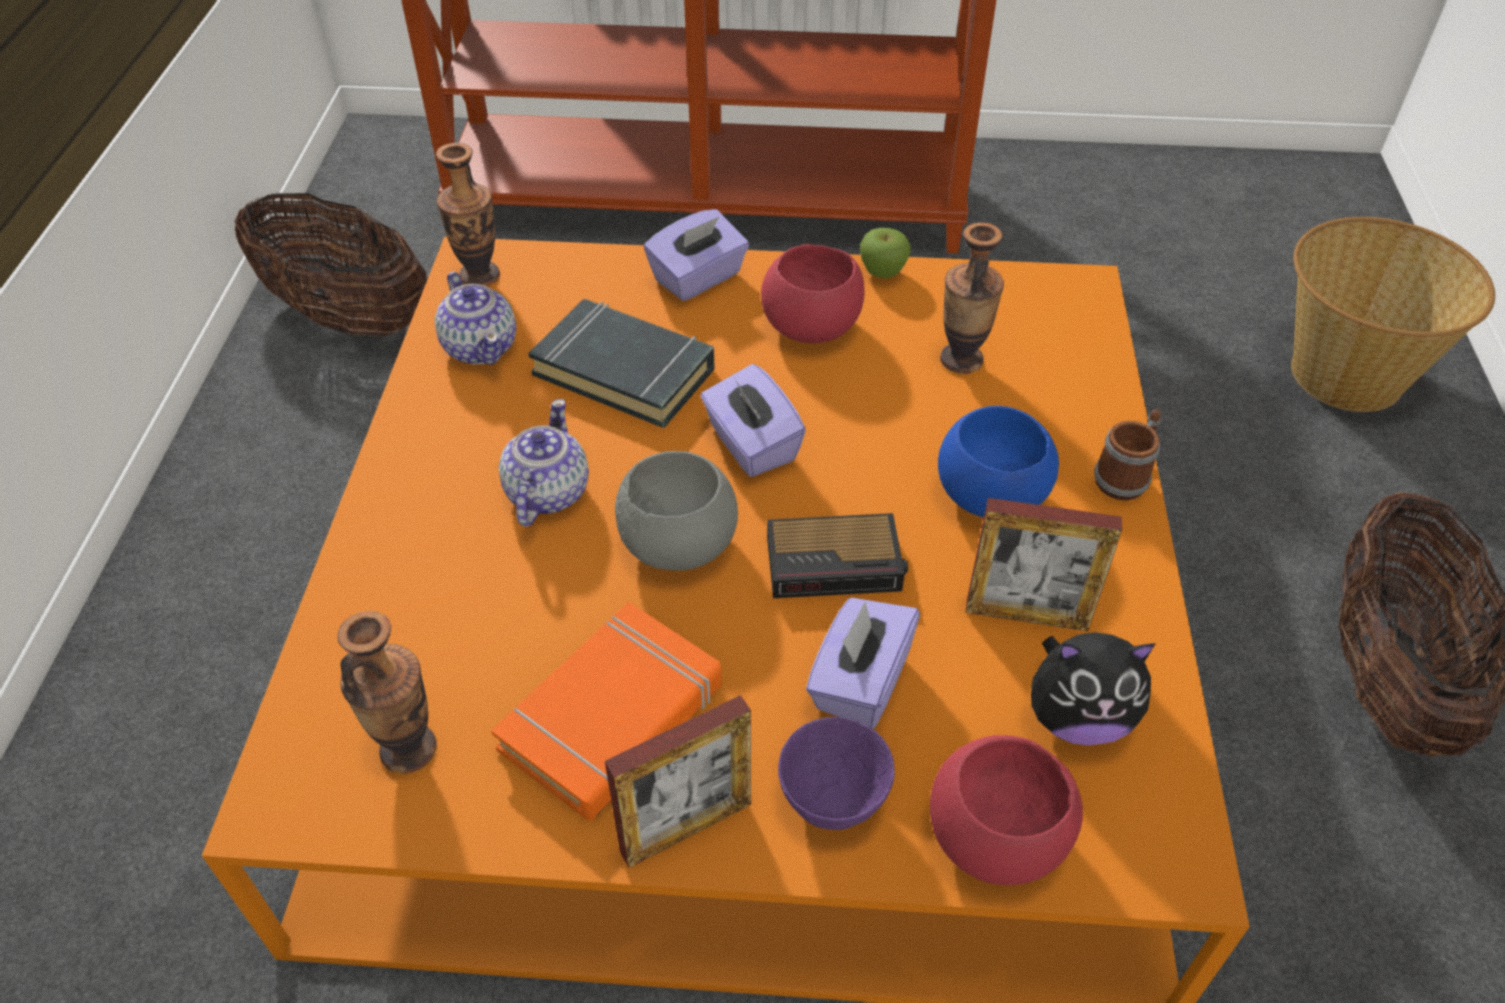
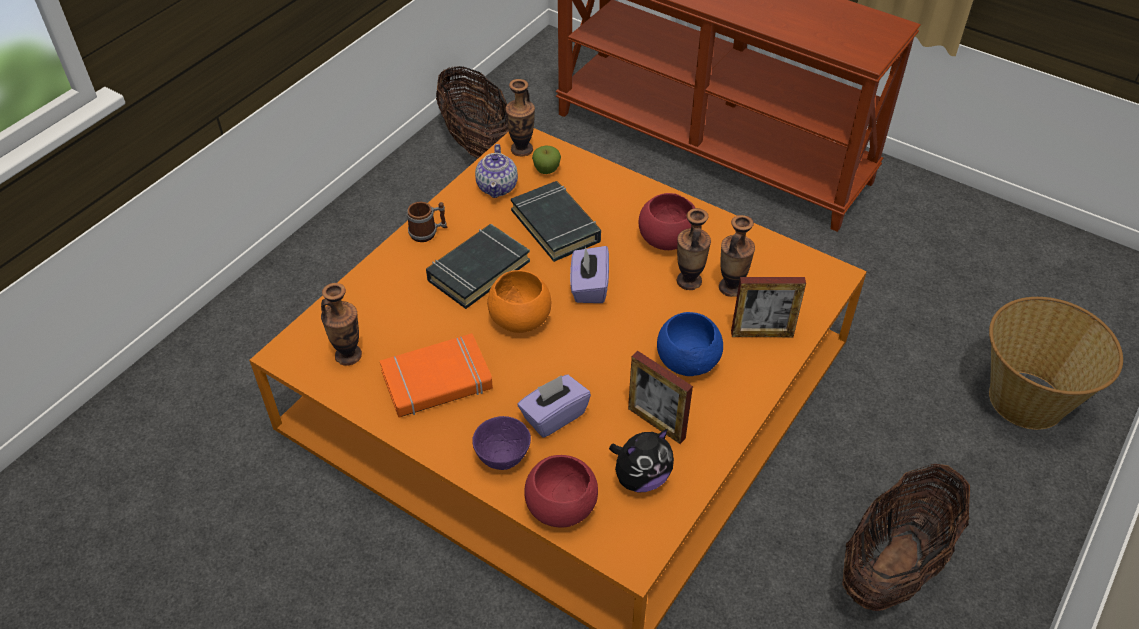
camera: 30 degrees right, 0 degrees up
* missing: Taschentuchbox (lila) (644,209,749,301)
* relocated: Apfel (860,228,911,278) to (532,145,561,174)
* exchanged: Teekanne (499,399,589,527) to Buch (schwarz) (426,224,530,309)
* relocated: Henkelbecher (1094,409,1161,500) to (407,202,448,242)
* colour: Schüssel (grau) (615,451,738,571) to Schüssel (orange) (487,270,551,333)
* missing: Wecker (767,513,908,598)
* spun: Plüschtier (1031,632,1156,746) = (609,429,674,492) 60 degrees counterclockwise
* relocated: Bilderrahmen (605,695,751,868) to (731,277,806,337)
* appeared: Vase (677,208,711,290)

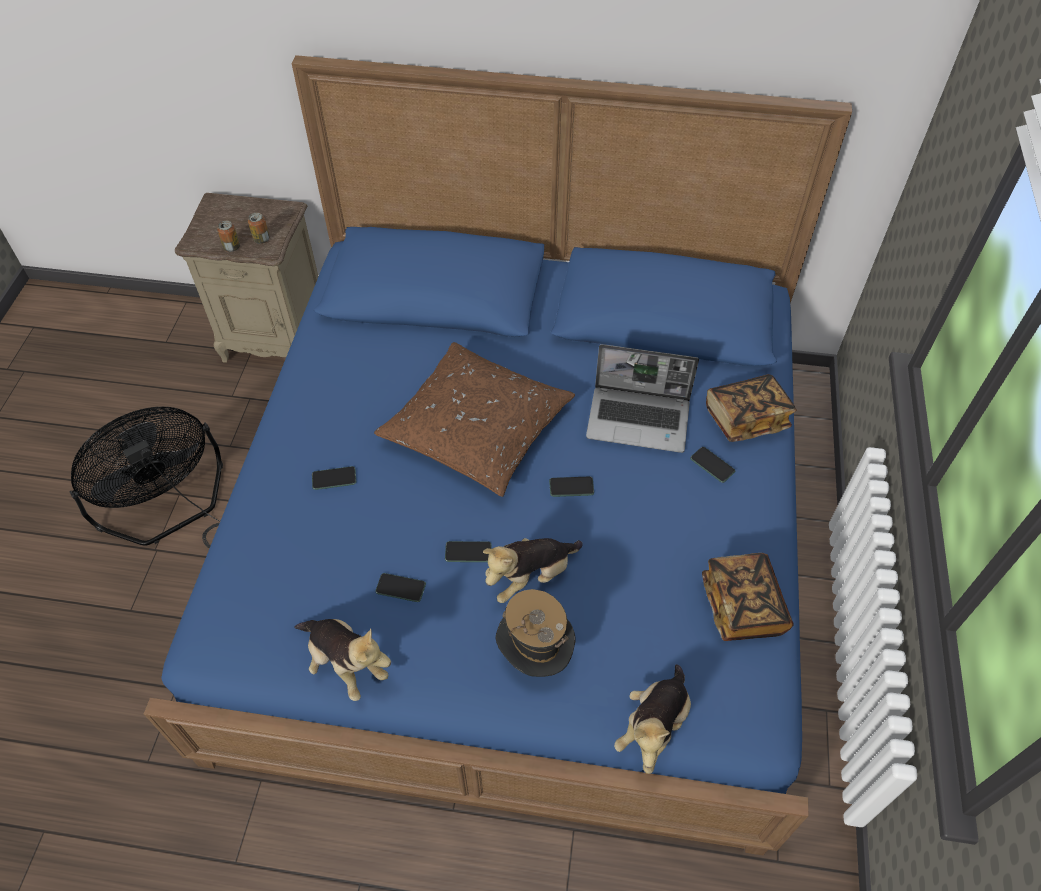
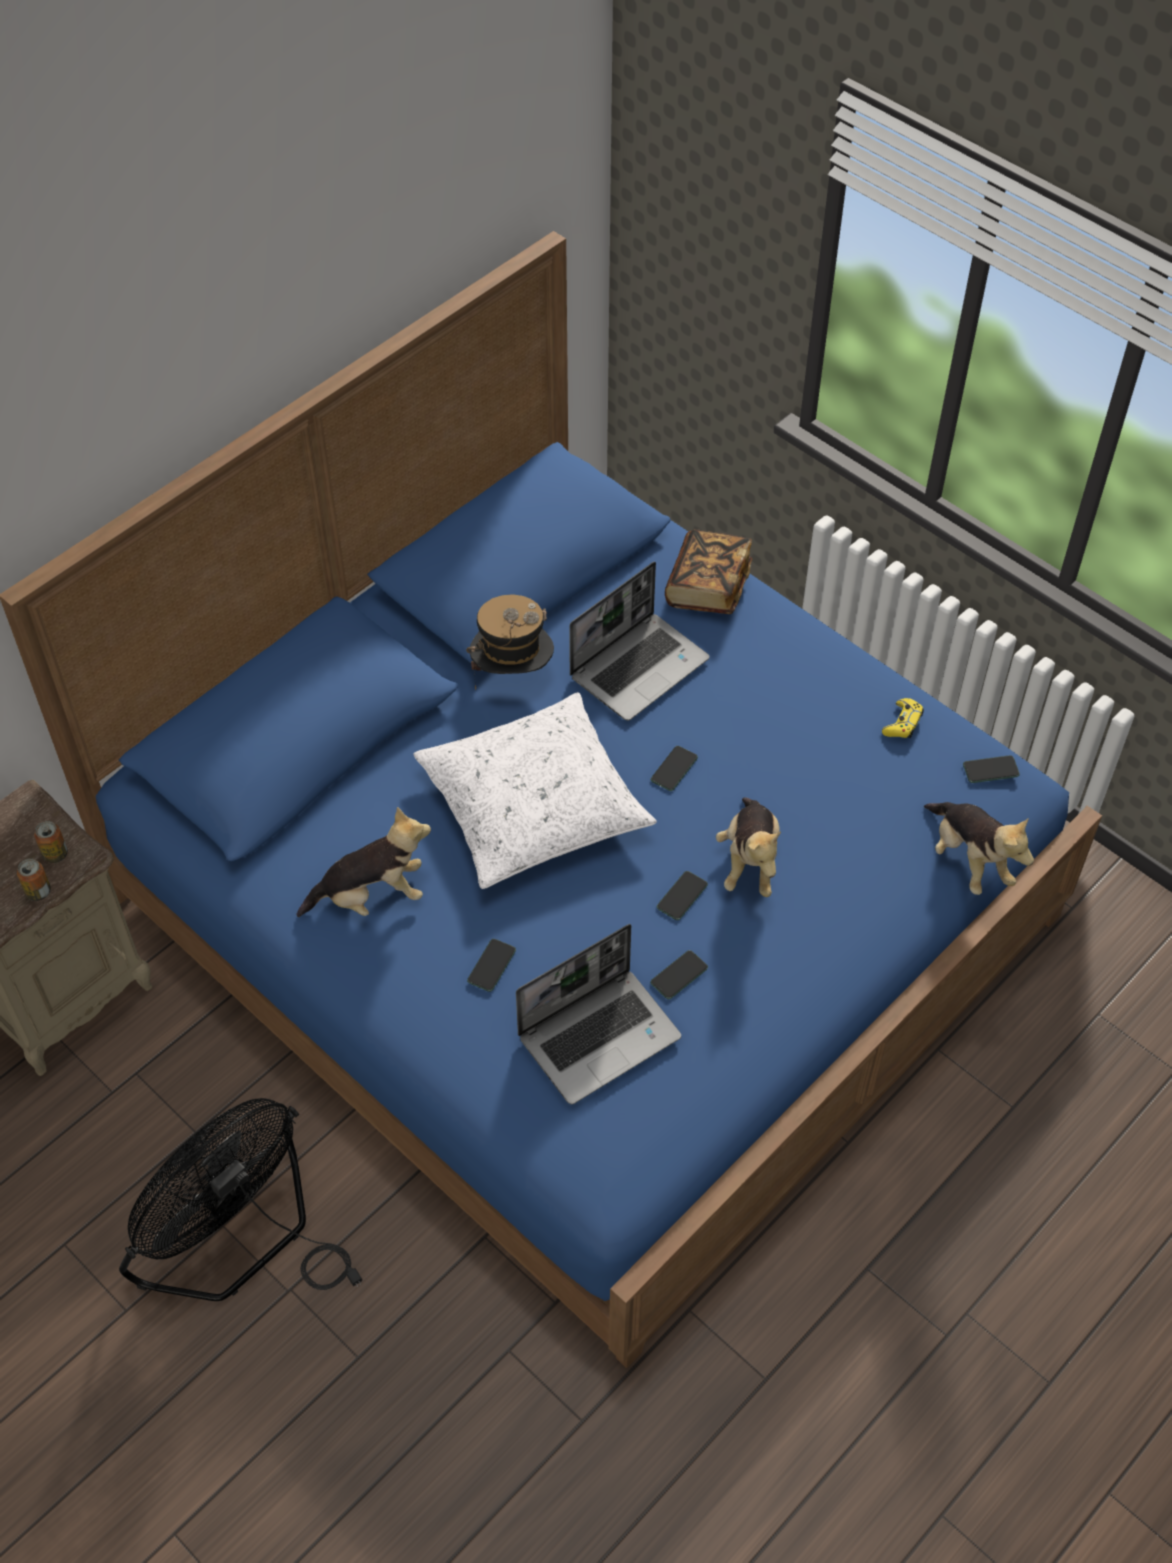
camera: 55 degrees left, 0 degrees up
* colour: Kissen (braun) (374,342,575,497) to Kissen (weiß) (413,692,657,889)
* spun: Ventilator (schwarz) (70,407,223,548) = (119,1098,362,1301) 45 degrees clockwise
* relocated: Handy (690,447,735,483) to (963,755,1020,783)
* exchanged: Buch (702,553,794,641) to Gamepad (gelb) (882,698,924,738)
* relocated: Hut (495,589,576,677) to (466,594,554,690)
* relocated: Plüschtier (294,619,391,701) to (297,807,431,917)
* appeared: Laptop (516,924,681,1104)

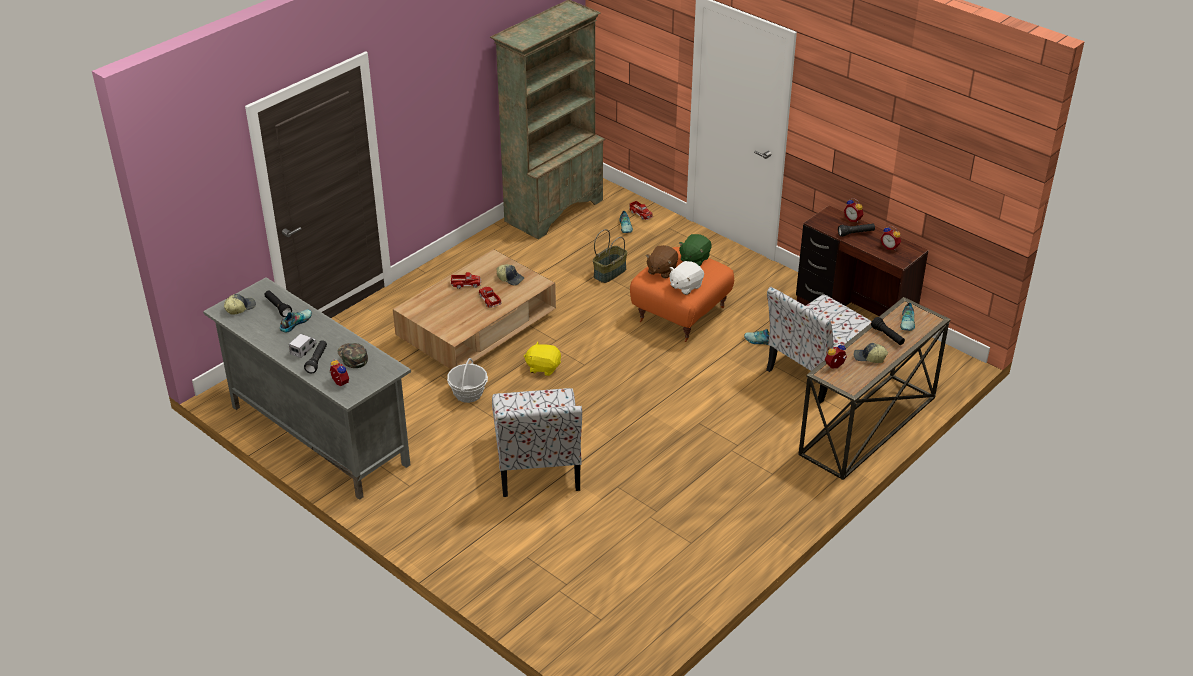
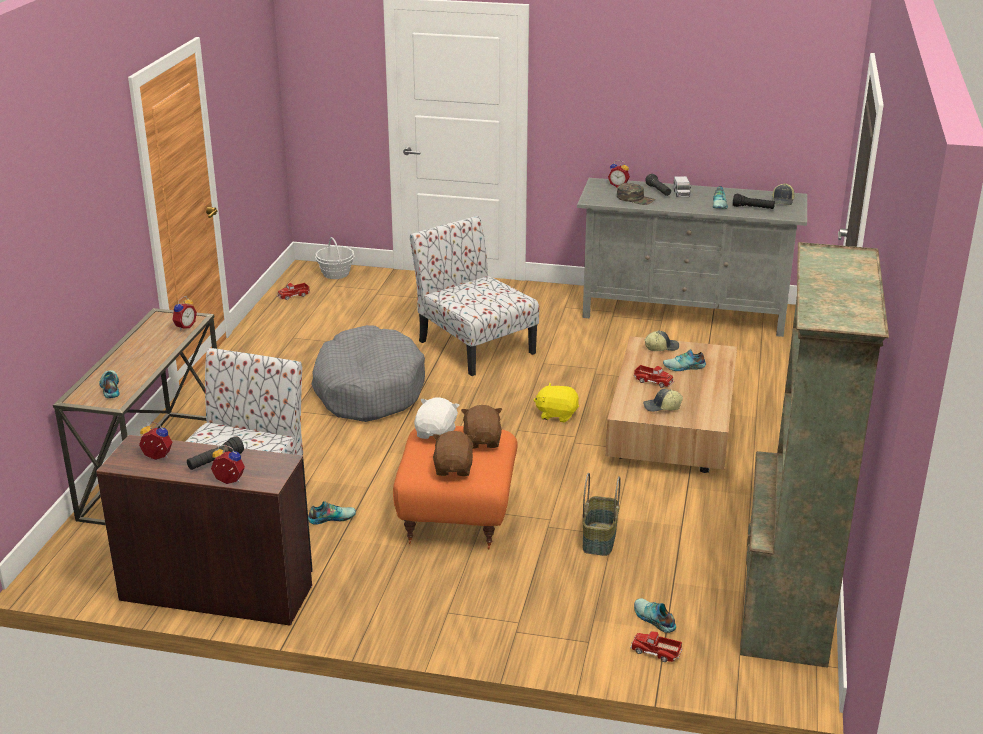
camera: 150 degrees right, 10 degrees down
* colour: Plüschtier (grün) (679,234,711,266) to Plüschtier (braun) (433,431,476,476)
* relocated: Spielzeuglaster (451,272,481,289) to (277,283,310,300)
* missing: Taschenlampe (schwarz) (871,317,905,345)
* spun: Plüschtier (gelb) (524,341,561,376) = (533,383,579,423) 150 degrees counterclockwise
* relocated: Kappe (854,343,888,363) to (645,330,679,351)
* relocated: Korb (447,358,488,403) to (315,237,354,279)
* appeared: Hundebett (grau) (312,325,425,422)
* appeared: Schuh (663,349,706,371)

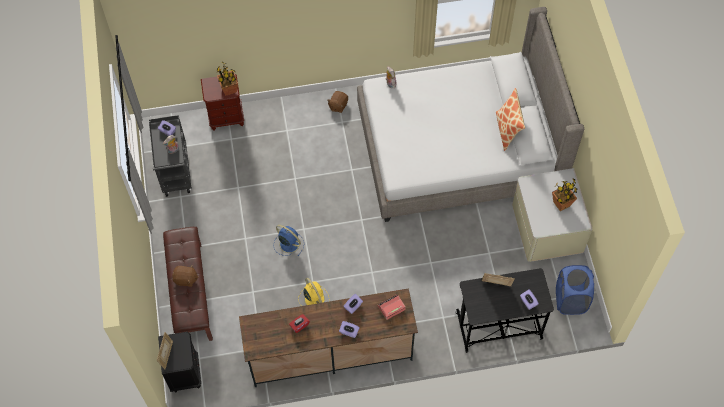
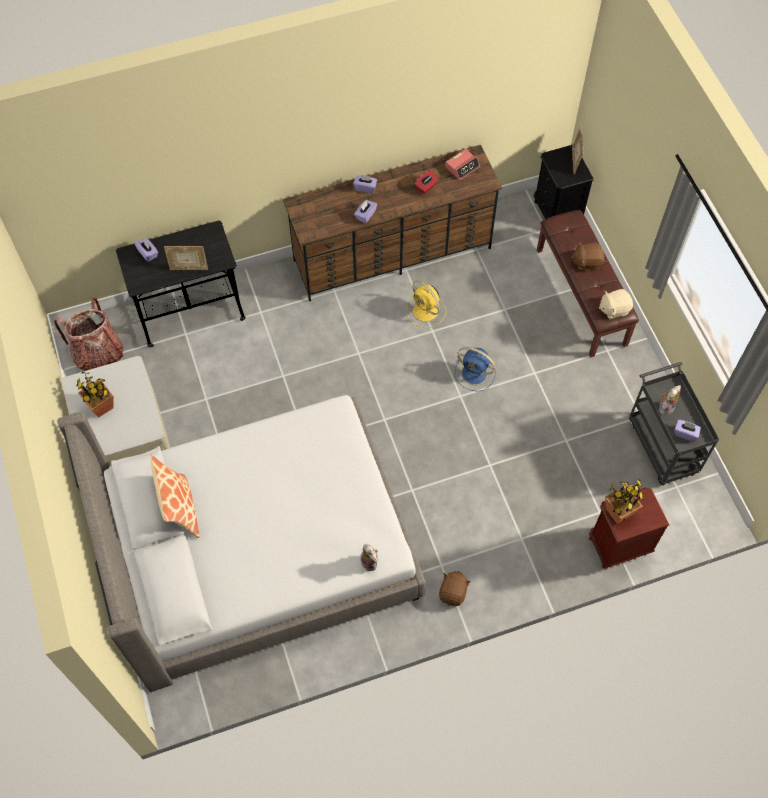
camera: 170 degrees right, 0 degrees up
* exchanged: Wäschekorb (blau) (556,265,594,315) to Rucksack (54,298,124,371)
* relocated: Wecker (377,295,406,320) to (445,149,480,180)
* appeared: Plüschtier (beige) (599,289,633,319)

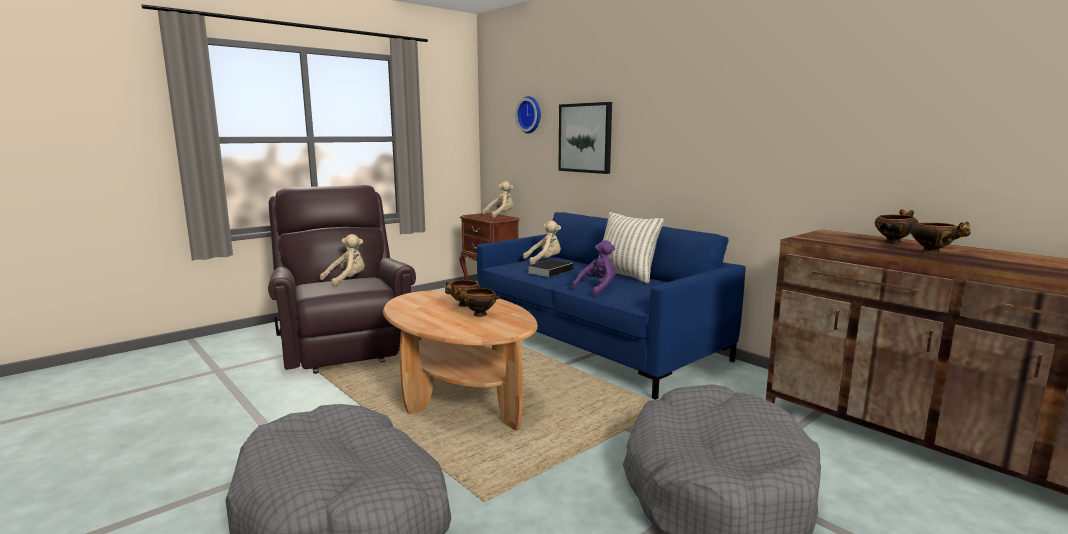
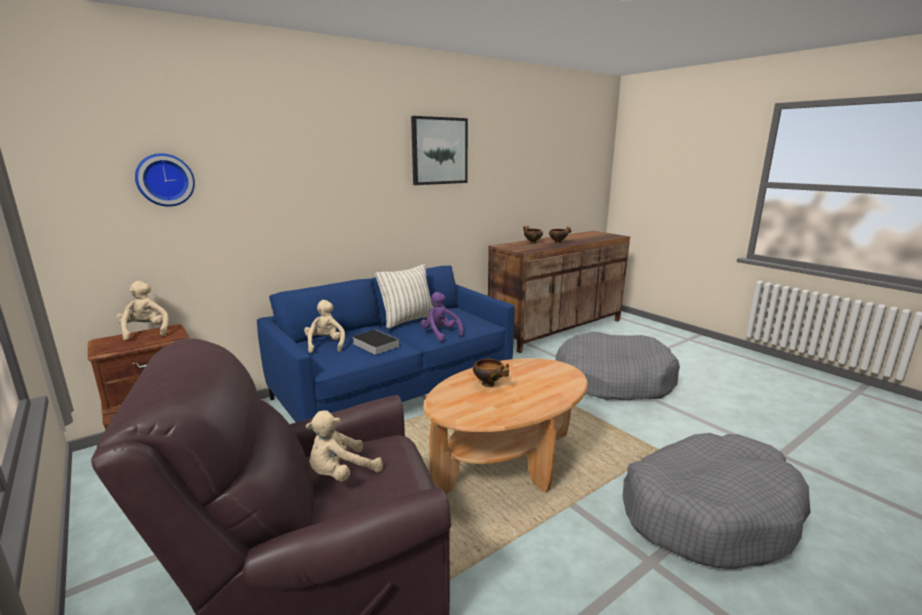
camera: 85 degrees left, 5 degrees up
* relocated: Bild (558,102,612,174) to (411,116,468,185)
* spun: Plüschtier (beige) (320,234,365,287) = (305,411,383,481) 90 degrees counterclockwise
* missing: Schüssel (453,286,500,317)

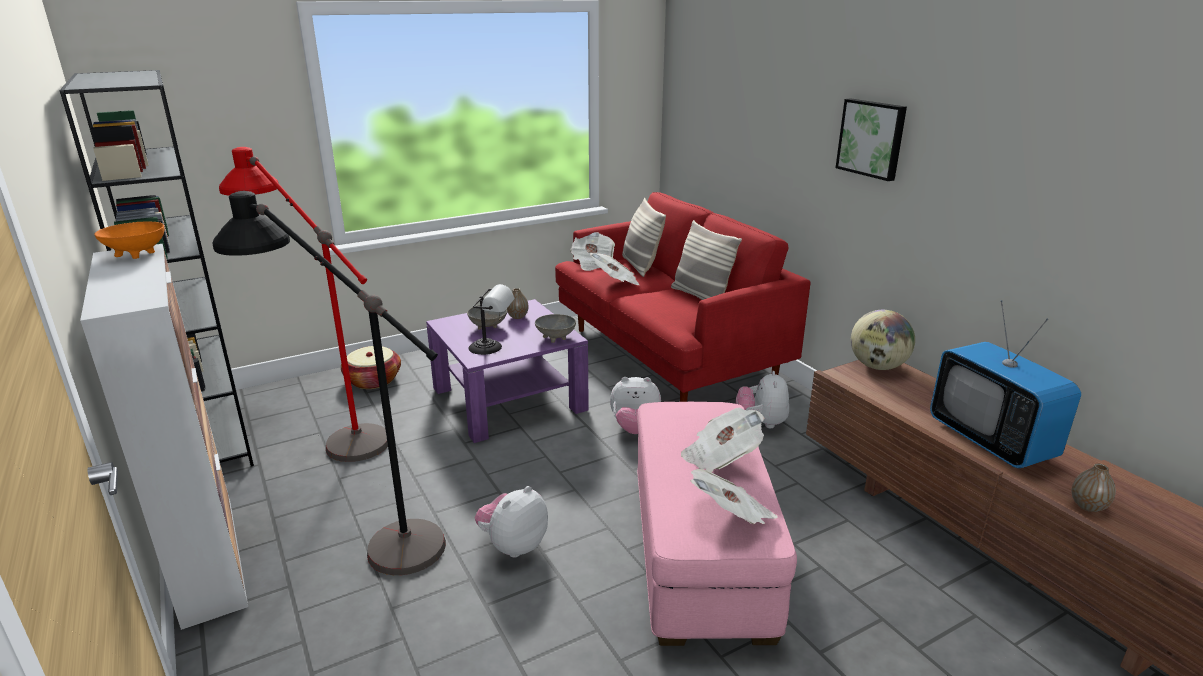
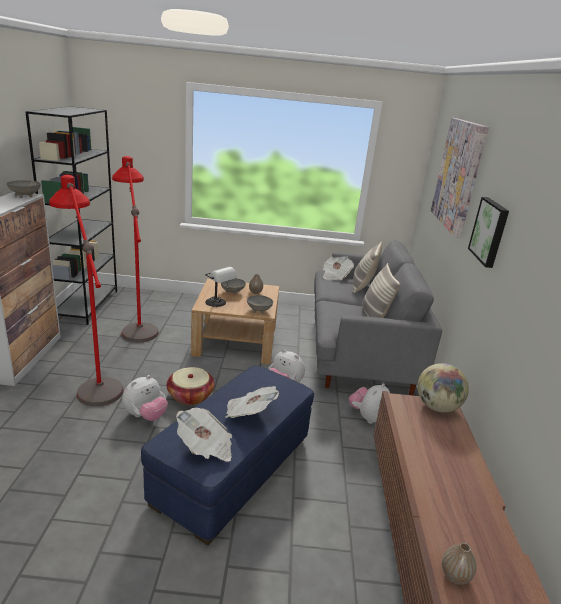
camera: 30 degrees right, 0 degrees up
* colour: Stehlampe (schwarz) (212,191,446,575) to Stehlampe (rot) (49,175,124,406)
* colour: Sofa (rot) (555,192,811,402) to Sofa (grau) (314,240,442,395)
* colour: Schüssel (orange) (94,221,165,259) to Schüssel (grau) (7,180,41,198)
* missing: Zeitung (590,253,639,285)
* colour: Couchtisch (lila) (426,299,589,443) to Couchtisch (braun) (191,279,279,364)
* missing: Fernseher (930,300,1081,468)
* relocated: Korb (341,346,401,389) to (167,367,215,405)
* colour: Polsterhocker (rosa) (637,402,797,646) to Polsterhocker (blau) (141,366,314,546)
* spun: Plüschtier (475,486,548,558) = (122,375,168,421) 150 degrees clockwise
* appeared: Bild (431,118,489,237)

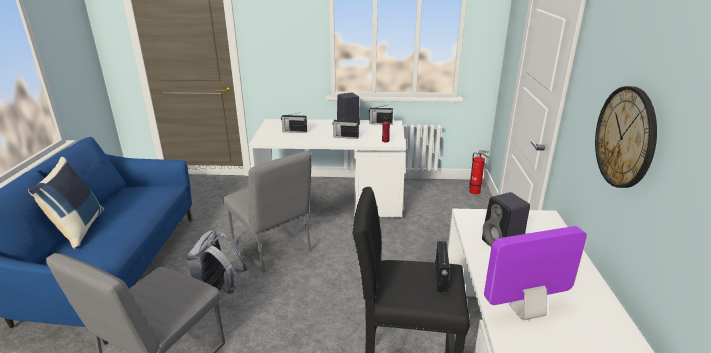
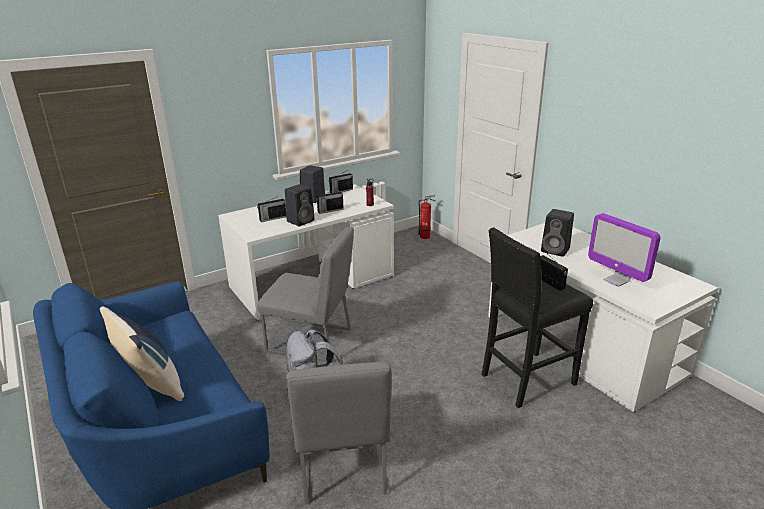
camera: 35 degrees left, 0 degrees up
* missing: Wanduhr (595,86,657,188)
* spun: Monitor (484,226,587,320) = (588,213,661,287) 75 degrees counterclockwise
* appeared: Lautsprecher (schwarz) (285,184,314,226)

